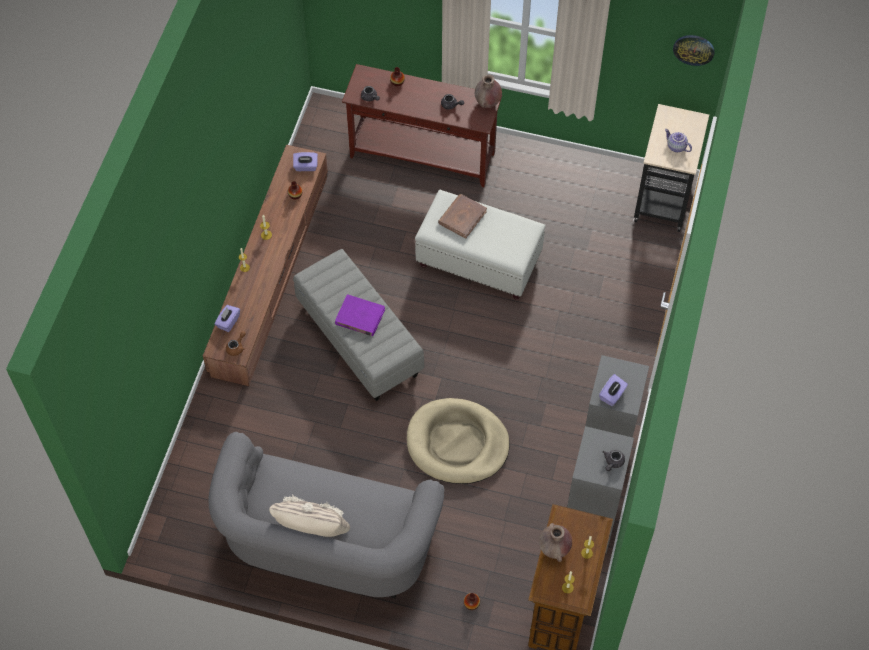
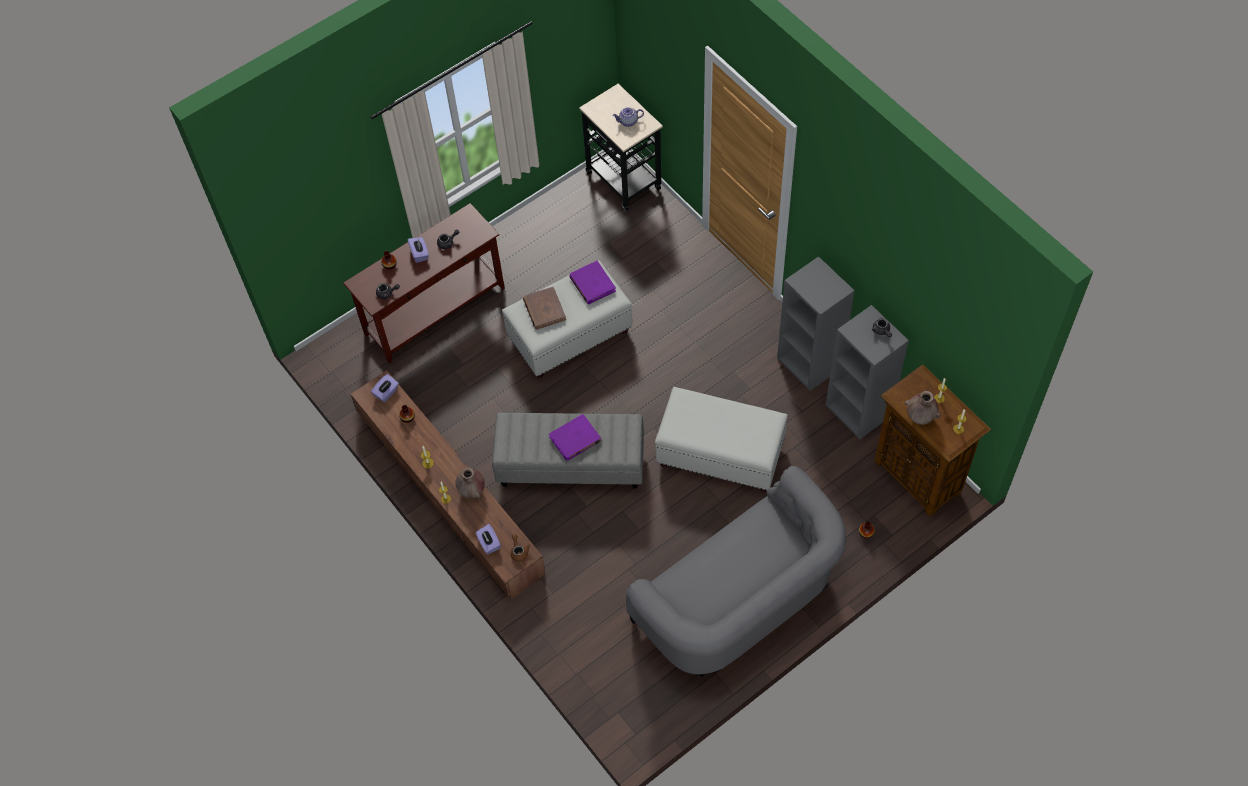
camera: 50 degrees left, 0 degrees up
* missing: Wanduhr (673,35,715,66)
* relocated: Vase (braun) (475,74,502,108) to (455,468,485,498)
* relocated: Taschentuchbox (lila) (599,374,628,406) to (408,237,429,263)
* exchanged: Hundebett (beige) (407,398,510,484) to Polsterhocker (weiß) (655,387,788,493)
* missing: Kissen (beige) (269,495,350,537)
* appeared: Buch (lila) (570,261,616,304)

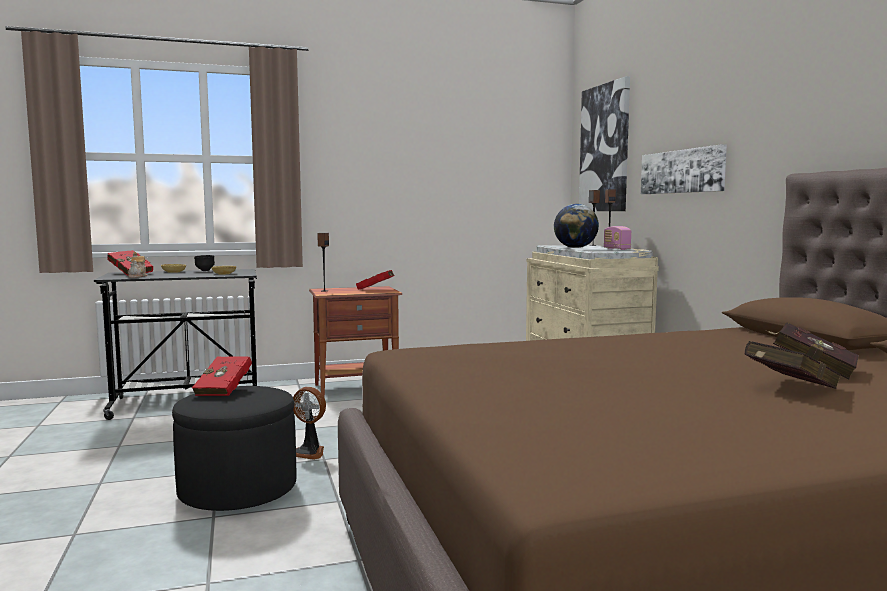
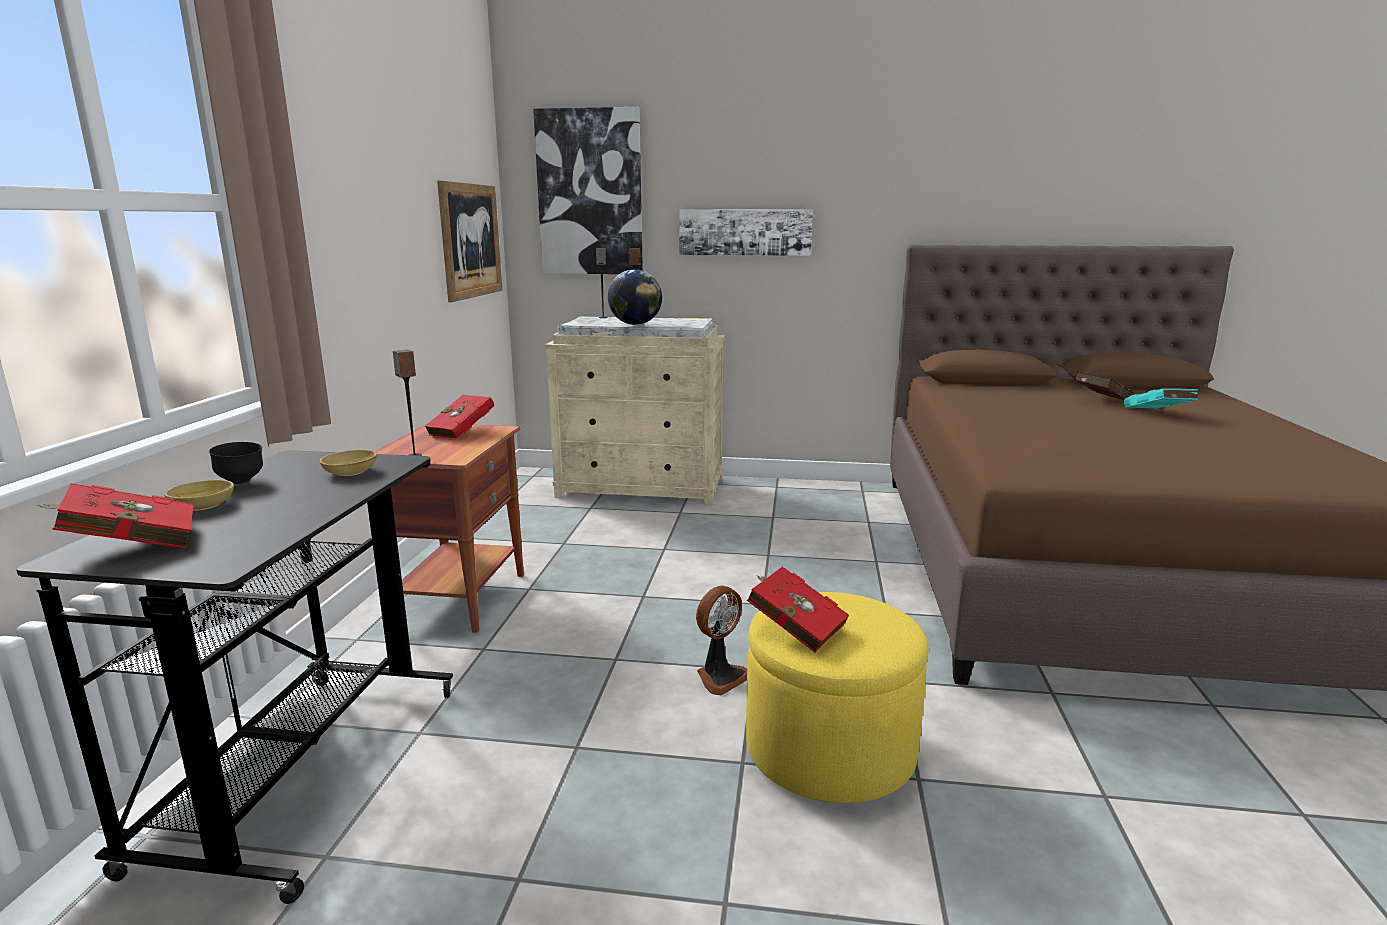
camera: 65 degrees left, 10 degrees up
* missing: Radio (604,226,631,250)
* missing: Teekanne (128,252,148,278)
* colour: Buch (rot) (745,341,841,389) to Buch (türkis) (1124,388,1198,408)
* colour: Polsterhocker (schwarz) (172,386,296,511) to Polsterhocker (gelb) (746,592,929,803)
* appeared: Bild (437,181,502,302)

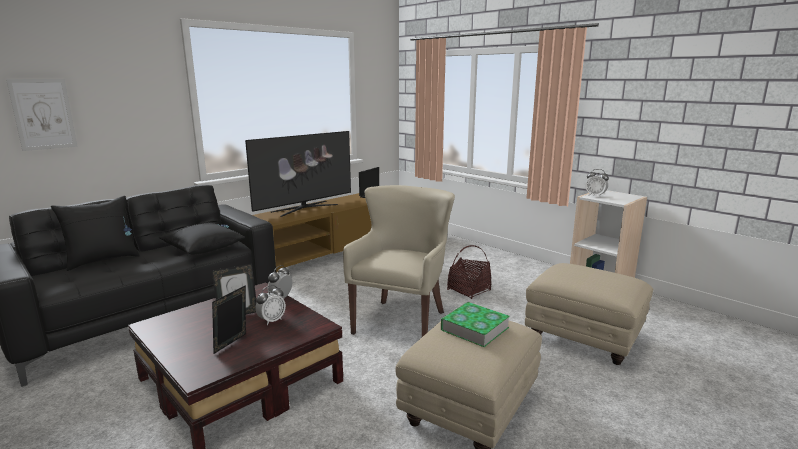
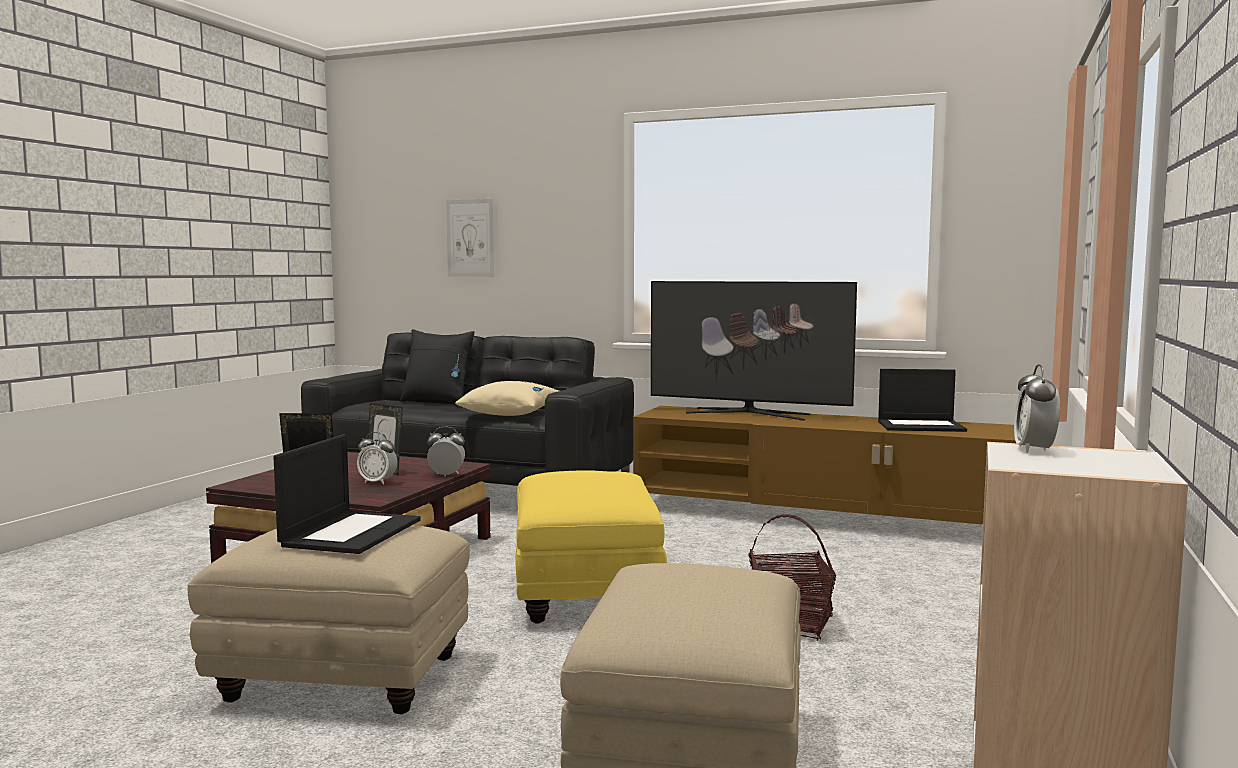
camera: 65 degrees right, 10 degrees down
* exchanged: Sessel (beige) (343,185,455,337) to Polsterhocker (gelb) (516,470,667,624)
* colour: Kissen (schwarz) (159,223,245,255) to Kissen (beige) (455,381,559,416)
* exchanged: Buch (441,302,510,347) to Laptop (273,434,421,554)

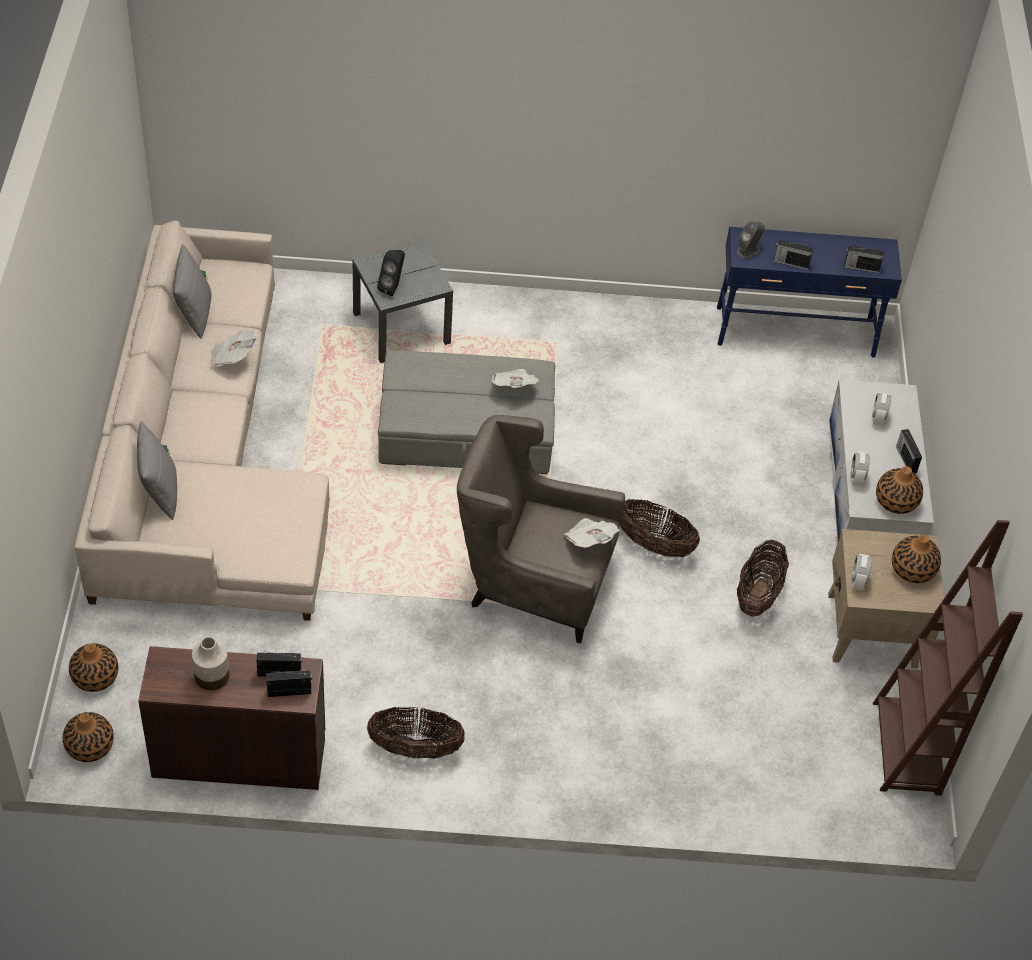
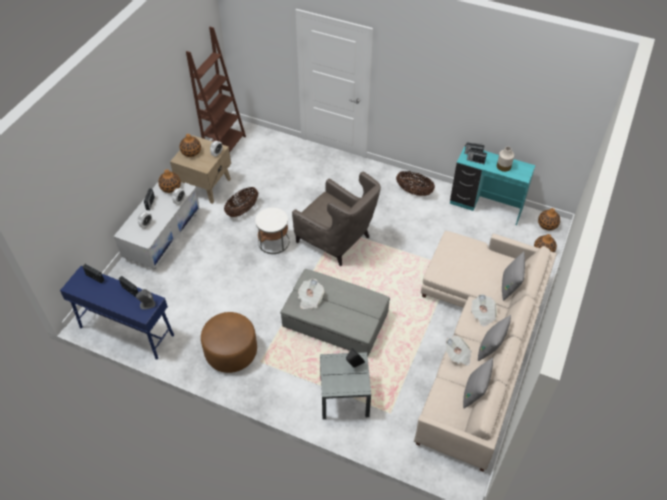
camera: 155 degrees left, 0 degrees up
* exchanged: Korb (620,499,700,557) to Beistelltisch (weiß) (255,207,289,254)
* relocated: Zeitung (564,518,619,547) to (471,294,497,327)
* colour: Schreibtisch (braun) (138,646,325,790) to Schreibtisch (türkis) (450,146,536,225)
* appeared: Polsterhocker (braun) (201,312,257,373)
* appeared: Kissen (grau) (478,315,511,361)

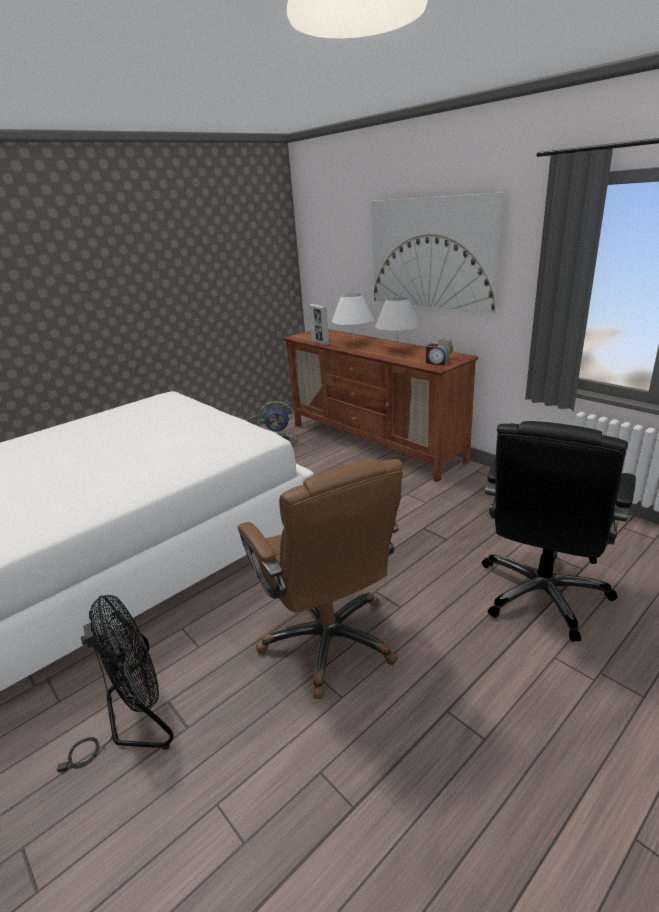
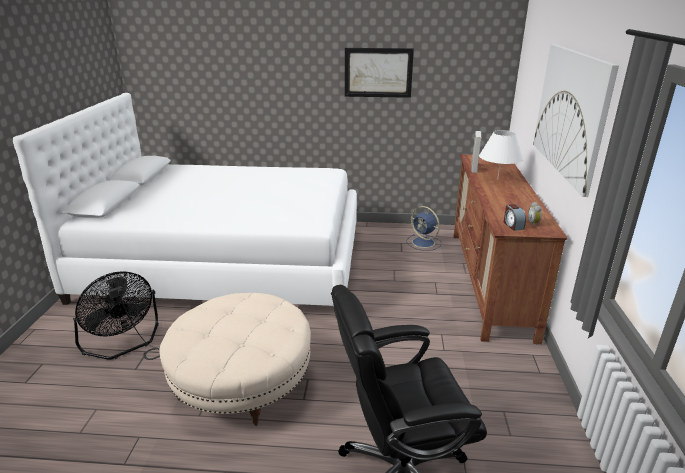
camera: 45 degrees right, 0 degrees up
* missing: Tischlampe (weiß) (375,296,421,343)
* exchanged: Bürostuhl (braun) (238,459,403,699) to Polsterhocker (beige) (159,293,311,426)
* spun: Ventilator (schwarz) (55,595,173,773) = (73,272,160,360) 150 degrees counterclockwise
* appeared: Bild (345,48,414,98)

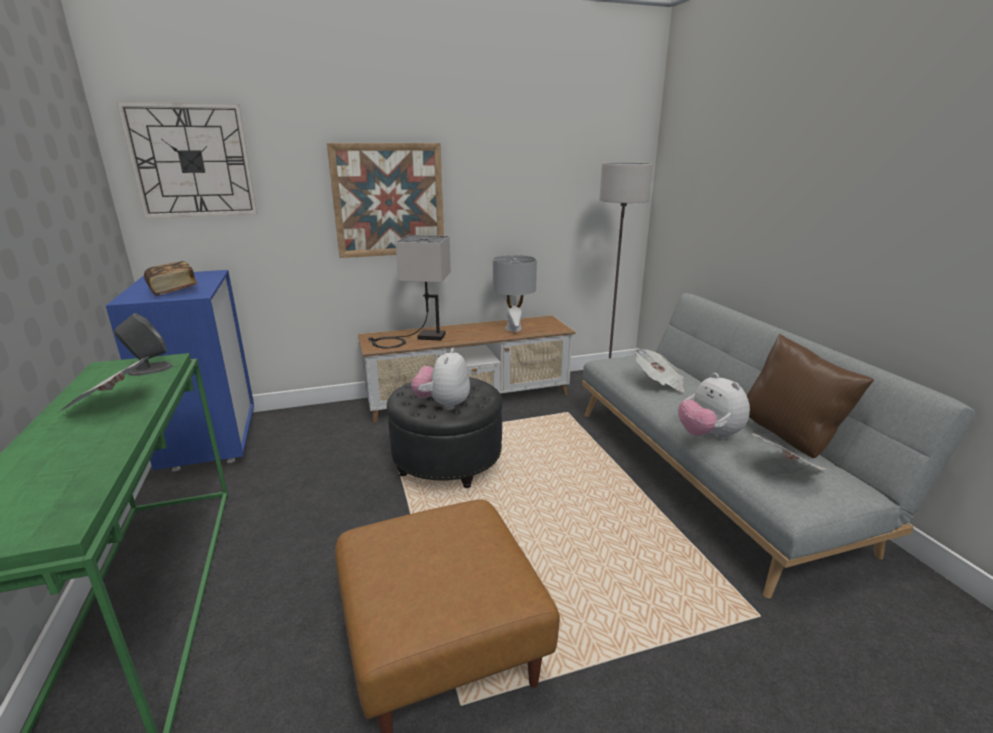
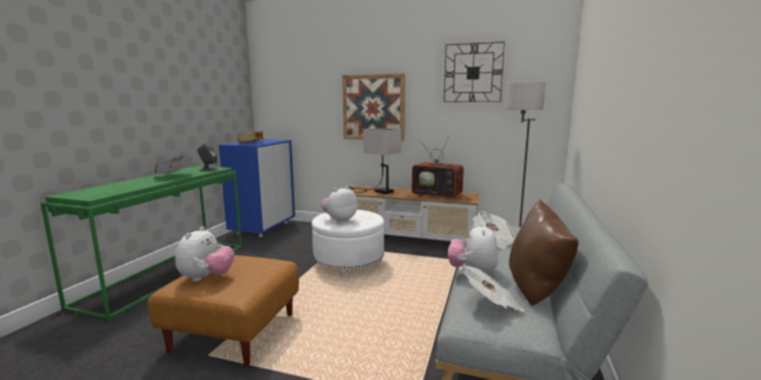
camera: 35 degrees right, 10 degrees down
* relocated: Wanduhr (116,102,257,218) to (441,39,507,104)
* exchanged: Tischlampe (grau) (493,255,537,332) to Fernseher (412,139,469,200)
* colour: Polsterhocker (schwarz) (387,377,503,488) to Polsterhocker (weiß) (312,210,384,277)
* appeared: Plüschtier (175,226,234,282)

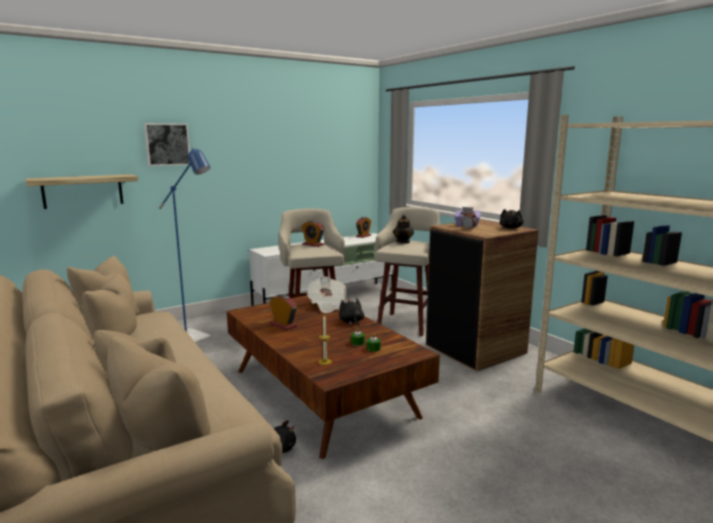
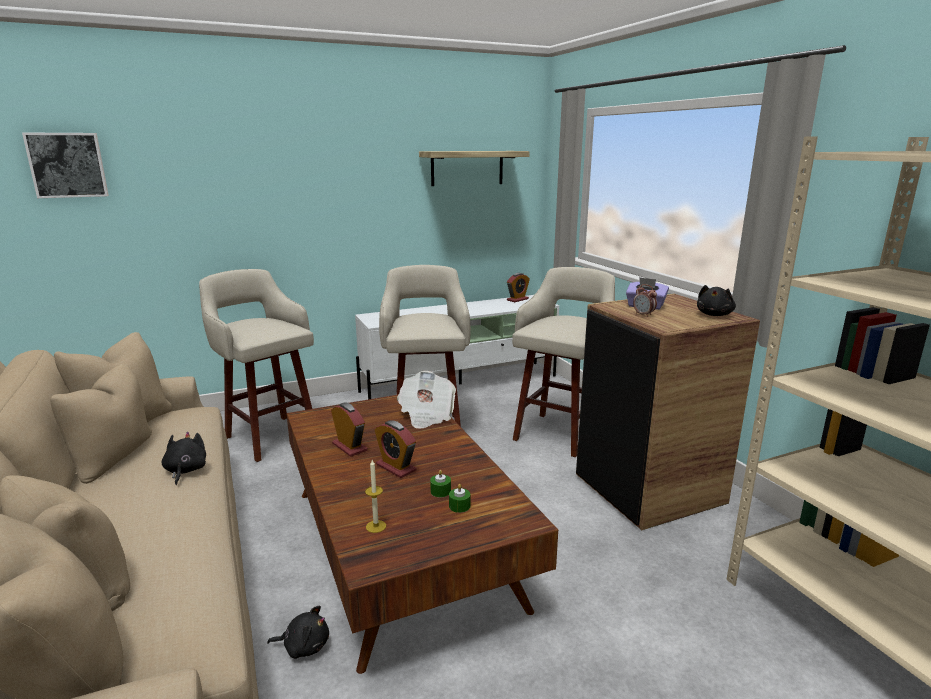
camera: 10 degrees right, 5 degrees up
* relocated: Bild (144,123,190,166) to (22,132,109,198)
* exchanged: Stehlampe (blau) (159,147,212,344) to Hocker (beige) (199,269,314,462)
* relocated: Wandregal (25,174,138,209) to (419,151,530,186)
* missing: Teekanne (393,215,414,244)
* relocated: Wecker (301,220,324,247) to (375,420,417,478)
* relocated: Plüschtier (schwarz) (339,298,364,327) to (162,432,206,485)

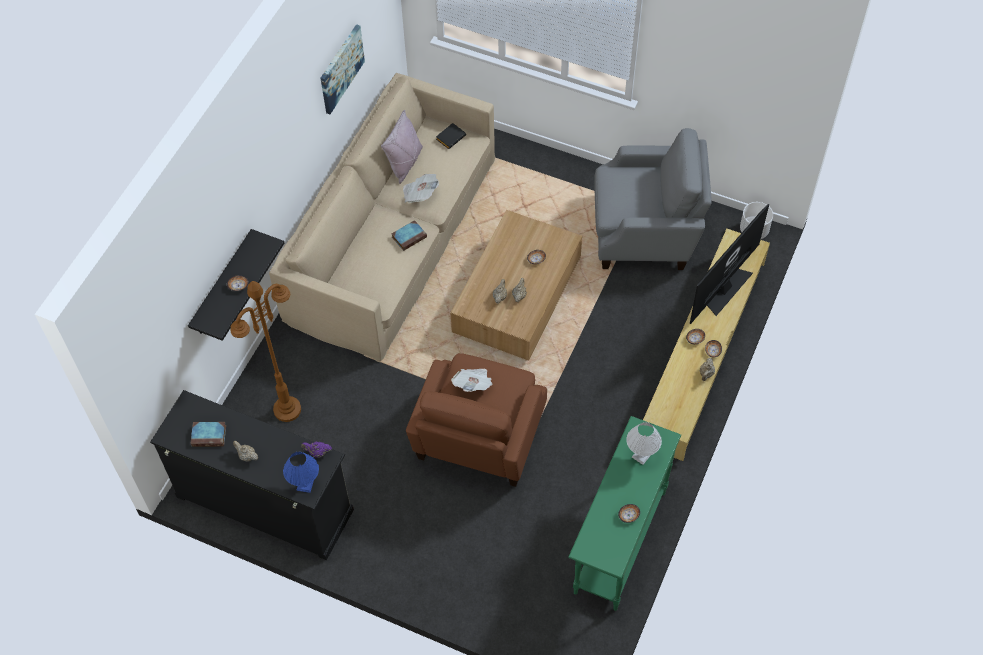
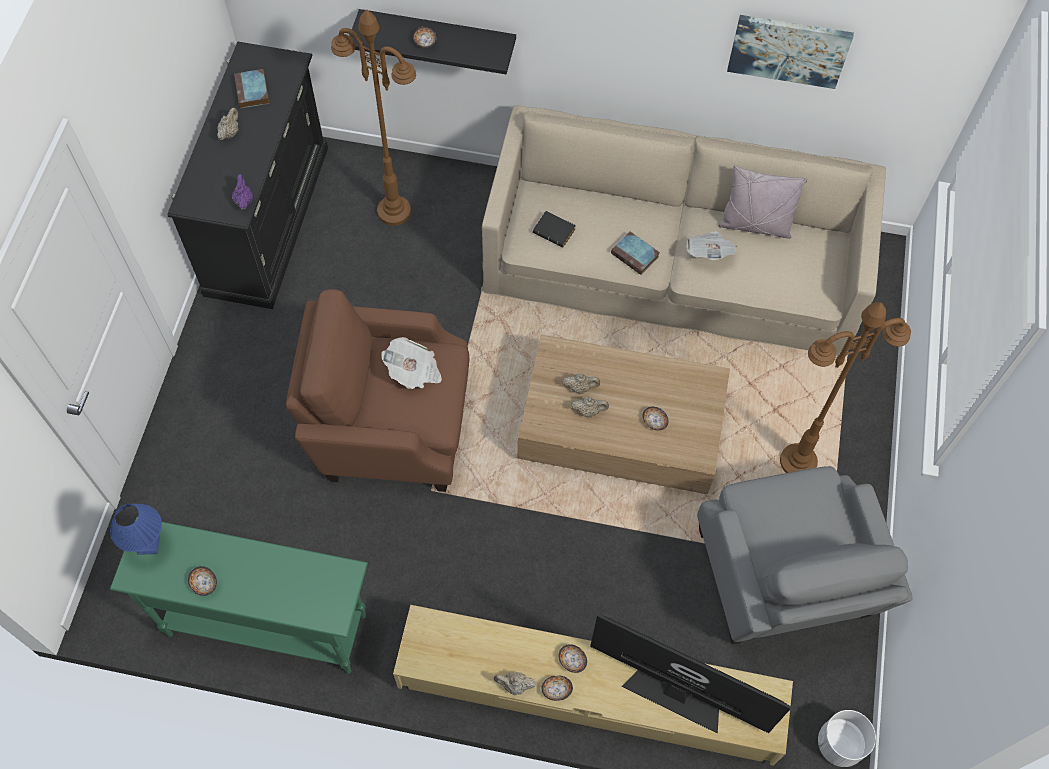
camera: 75 degrees right, 5 degrees up
* relocated: Buch (schwarz) (436,123,466,149) to (533,211,576,247)
* missing: Tischlampe (weiß) (626,422,662,465)
* relocated: Tischlampe (blau) (283,452,319,493) to (110,504,162,555)
* appeared: Stehlampe (braun) (780,302,911,473)

